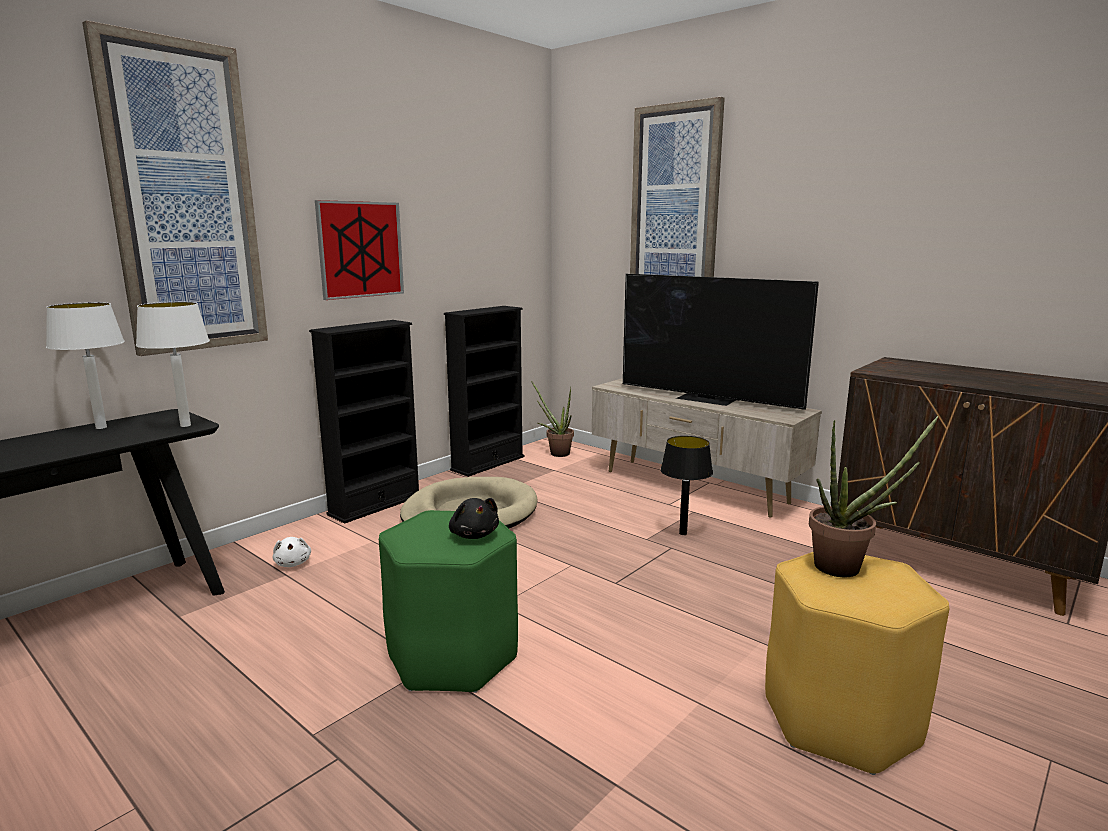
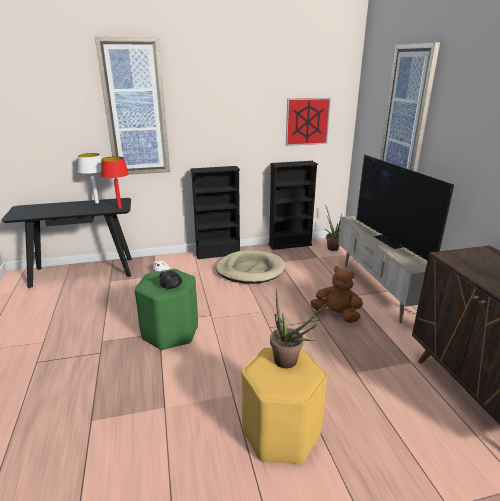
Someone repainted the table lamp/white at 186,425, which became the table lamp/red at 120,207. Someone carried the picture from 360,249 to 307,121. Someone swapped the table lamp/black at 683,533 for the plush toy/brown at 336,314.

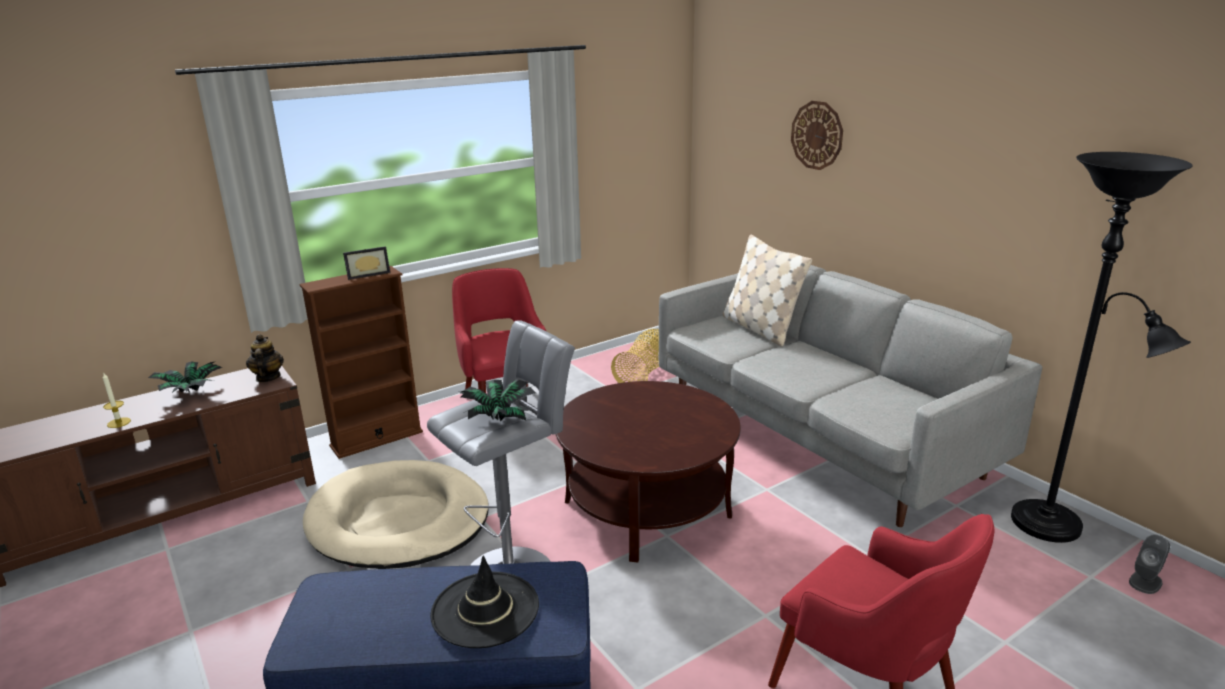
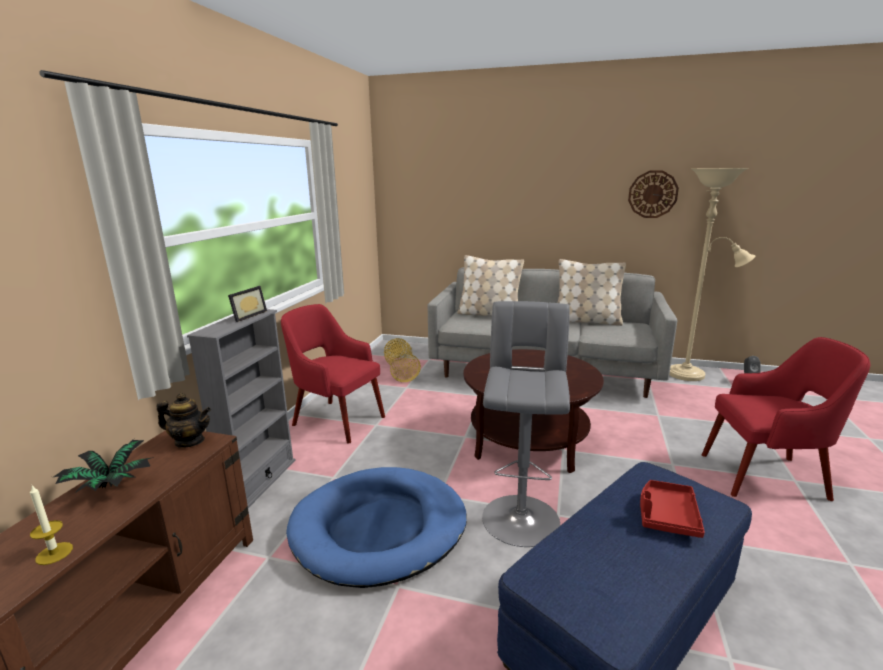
Someone rotated the teapot at 267,377 by 150 degrees clockwise. Someone repainted the bookcase/brown at 376,439, which became the bookcase/grey at 259,481. Someone repainted the dog bed/beige at 398,520, which became the dog bed/blue at 379,528. Someone swapped the hat/black at 485,609 for the tray/red at 667,516. Someone took away the potted plant at 499,418. Someone carried the wall clock from 817,135 to 652,194. Someone repainted the floor lamp/black at 1054,527, which became the floor lamp/beige at 691,374. Someone put down the pillow/beige at 587,321.

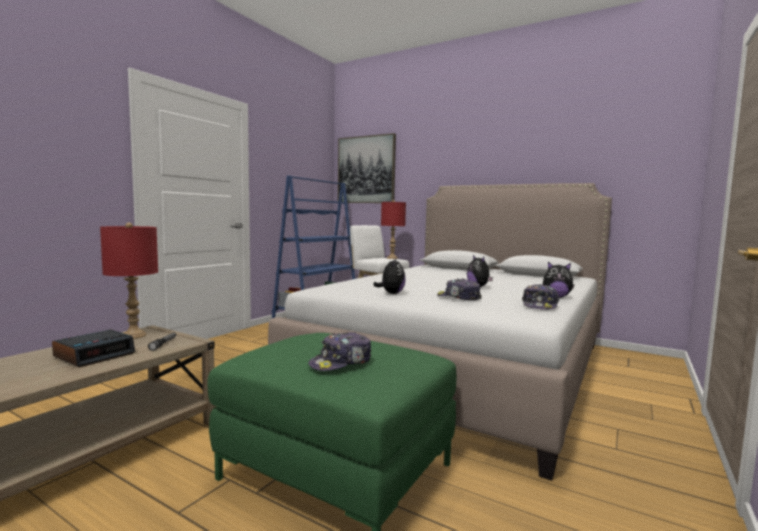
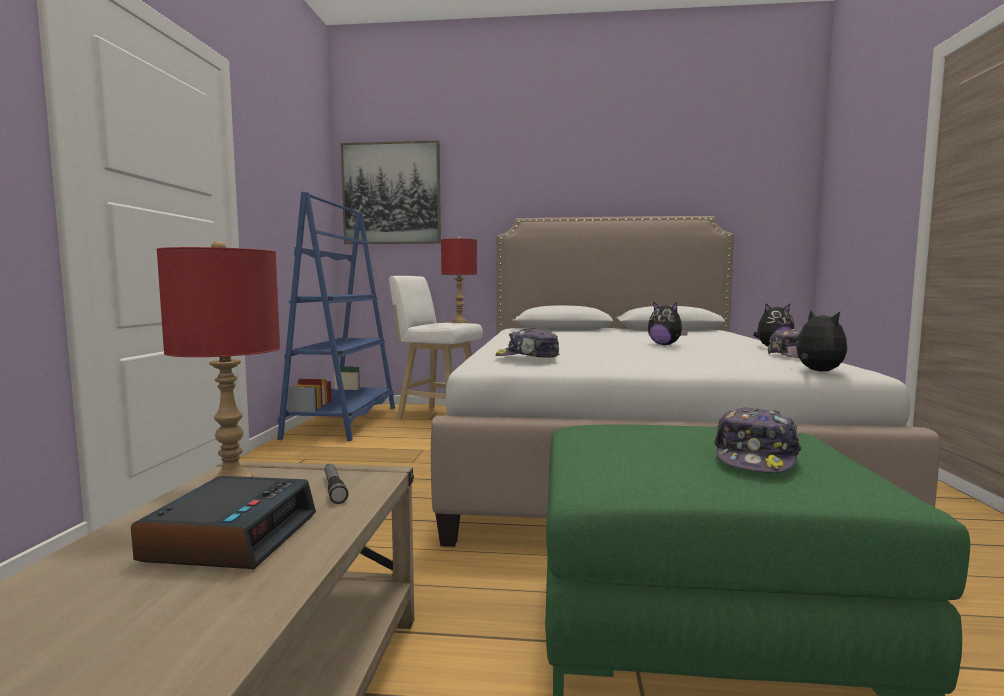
Someone carried the plush toy from 391,293 to 816,371. Someone carried the cap from 458,298 to 527,357.

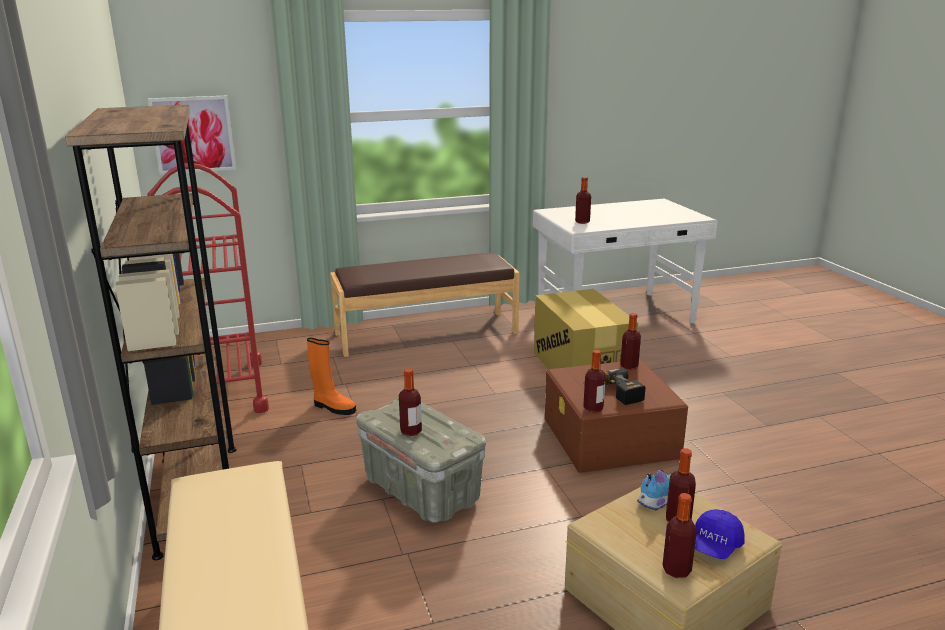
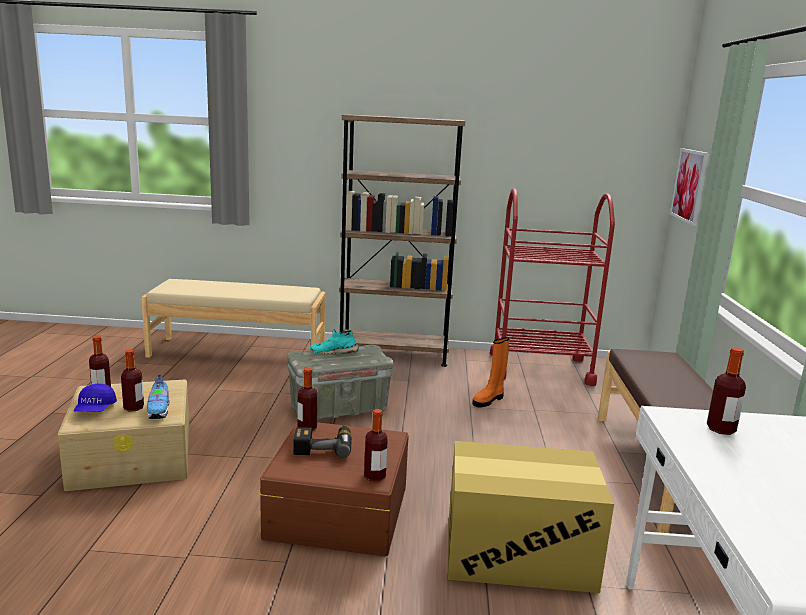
Someone swapped the bottle at 411,431 for the shoe/turquoise at 334,352. Someone rotated the cap/blue at 715,546 by 150 degrees counterclockwise.

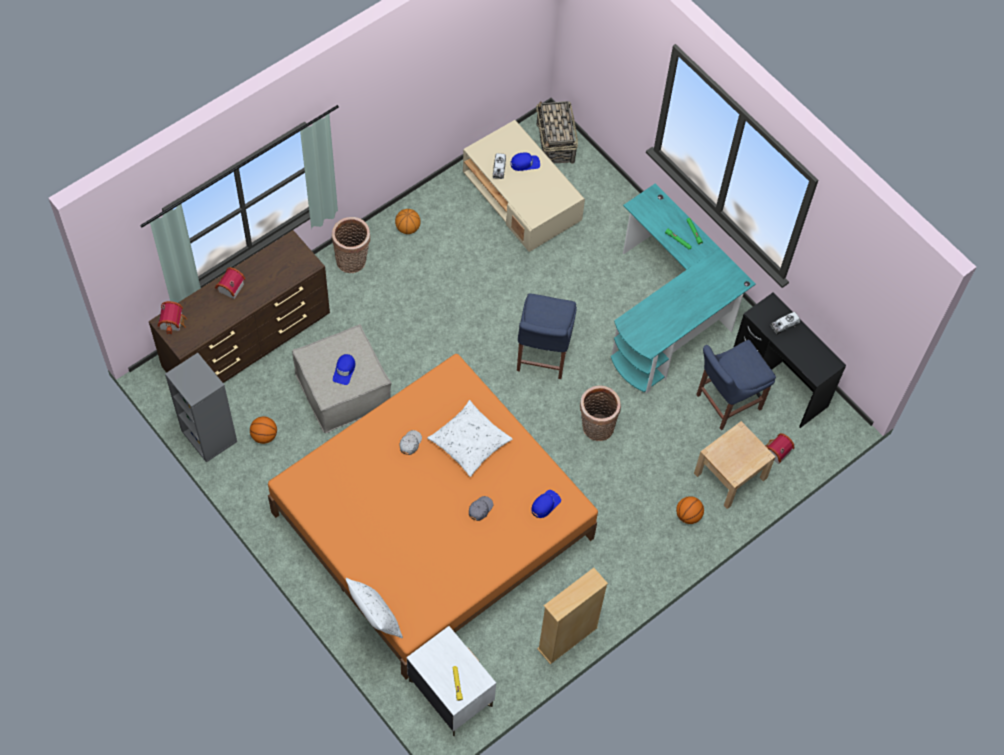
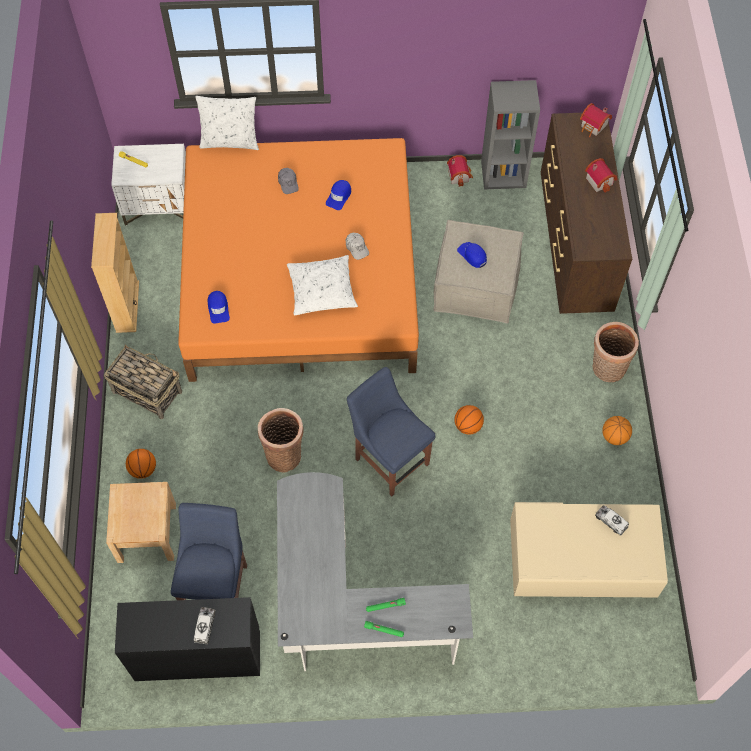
Someone carried the basketball from 264,436 to 468,426. Someone carried the cap/grey from 480,509 to 288,183. Someone carried the cap/blue from 525,163 to 339,196. Someone carried the basket from 555,144 to 146,391. Someone repainted the desk/turquoise at 670,315, which became the desk/grey at 346,606. Someone carried the toy house from 775,452 to 459,175.

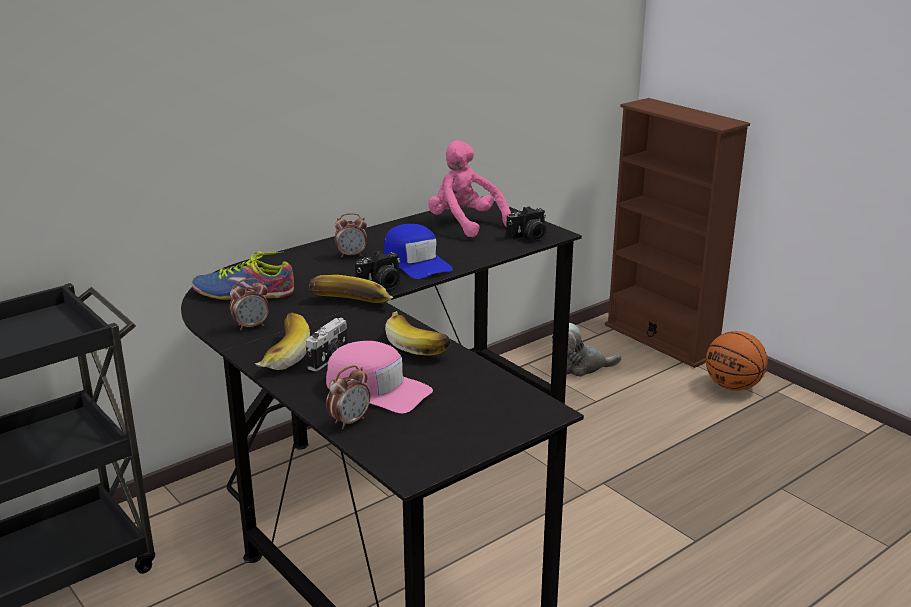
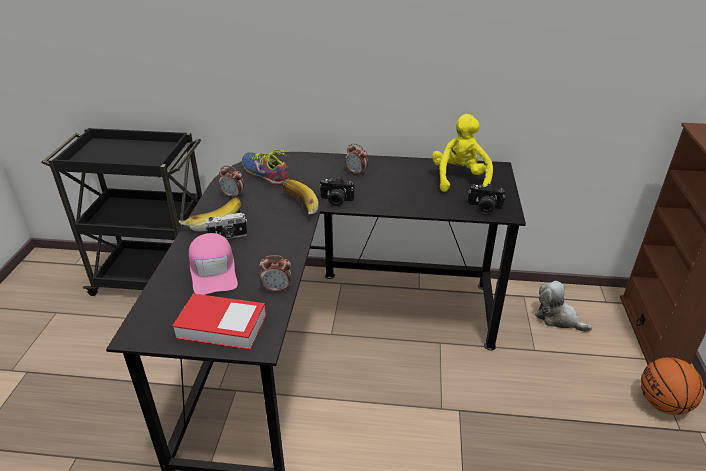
Someone carried the alarm clock from 349,421 to 277,289. Someone took away the cap/blue at 416,262. Someone took away the banana at 419,344. Someone repainted the plush toy/pink at 465,224, which became the plush toy/yellow at 459,179. Someone put down the book at 222,326.

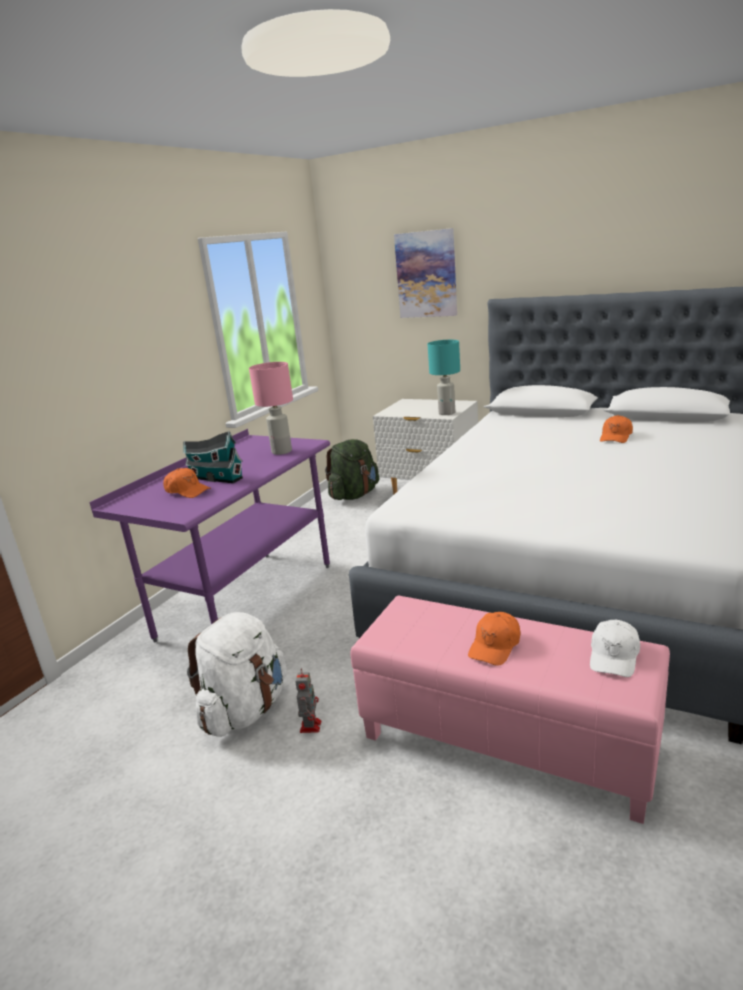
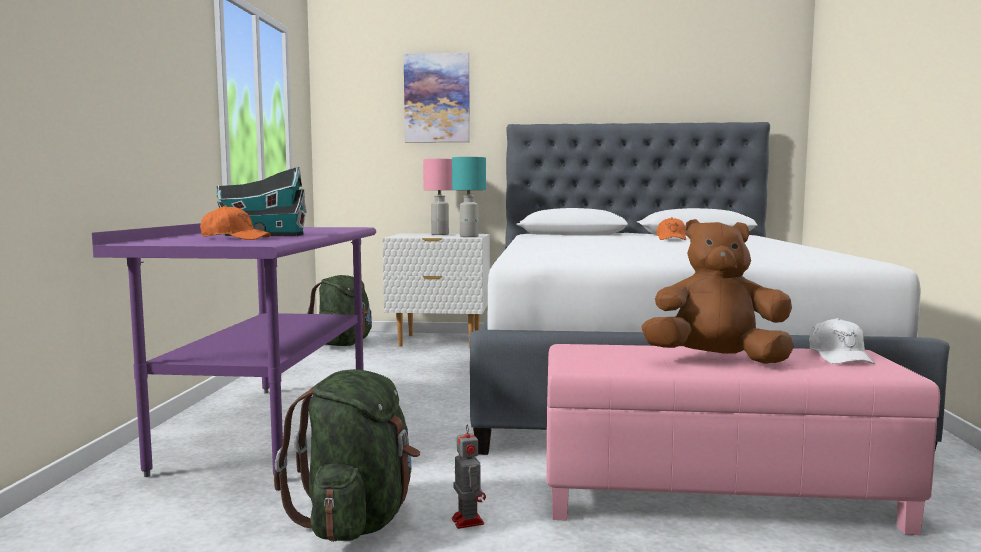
Someone repainted the backpack/white at 246,710, which became the backpack/green at 357,520. Someone carried the table lamp/pink from 282,452 to 440,234. Someone swapped the cap/orange at 495,646 for the plush toy/brown at 716,360.

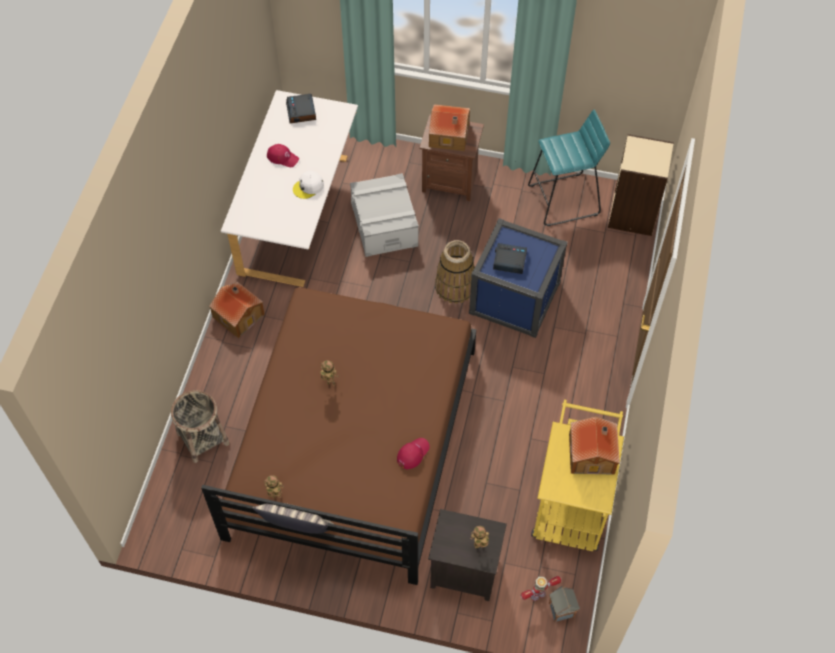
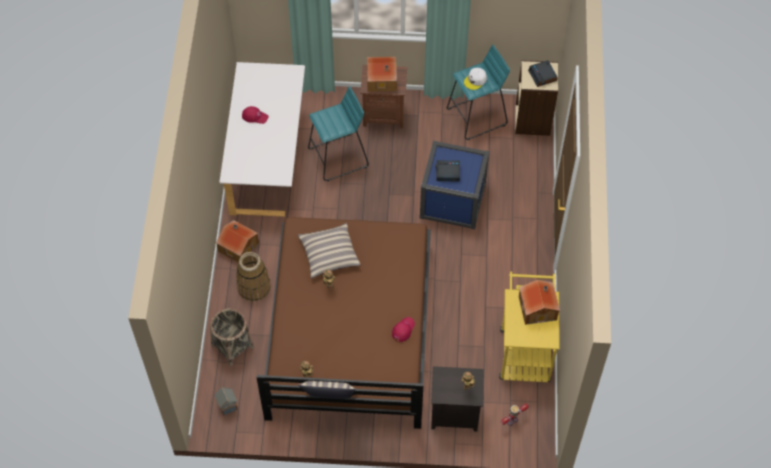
Someone carried the alarm clock from 301,112 to 543,76. Someone carried the cap/white from 308,187 to 475,80. Someone swapped the storage box/grey at 384,225 for the stool/turquoise at 339,157. Someone carried the basket from 455,287 to 254,287. Someone carried the toy house from 562,610 to 228,406. Someone put down the pillow at 329,254.

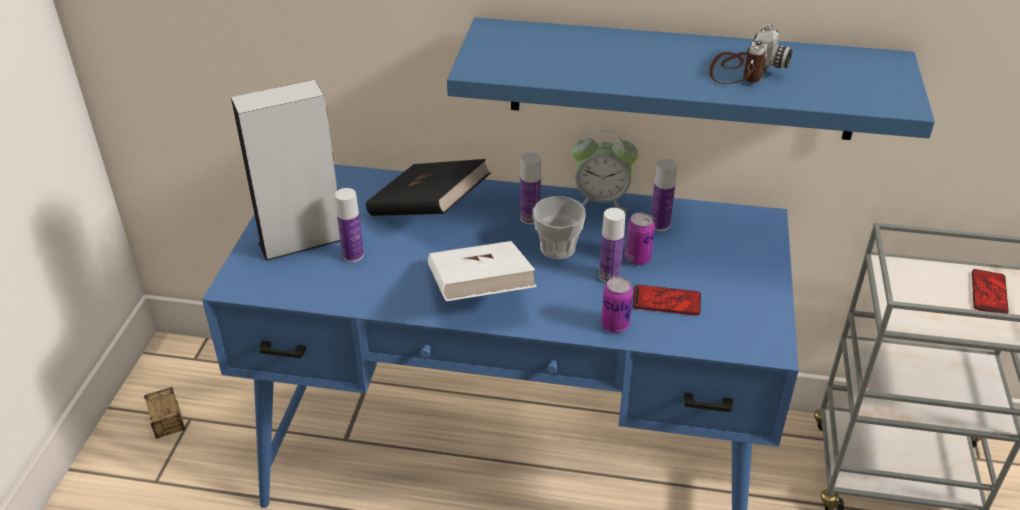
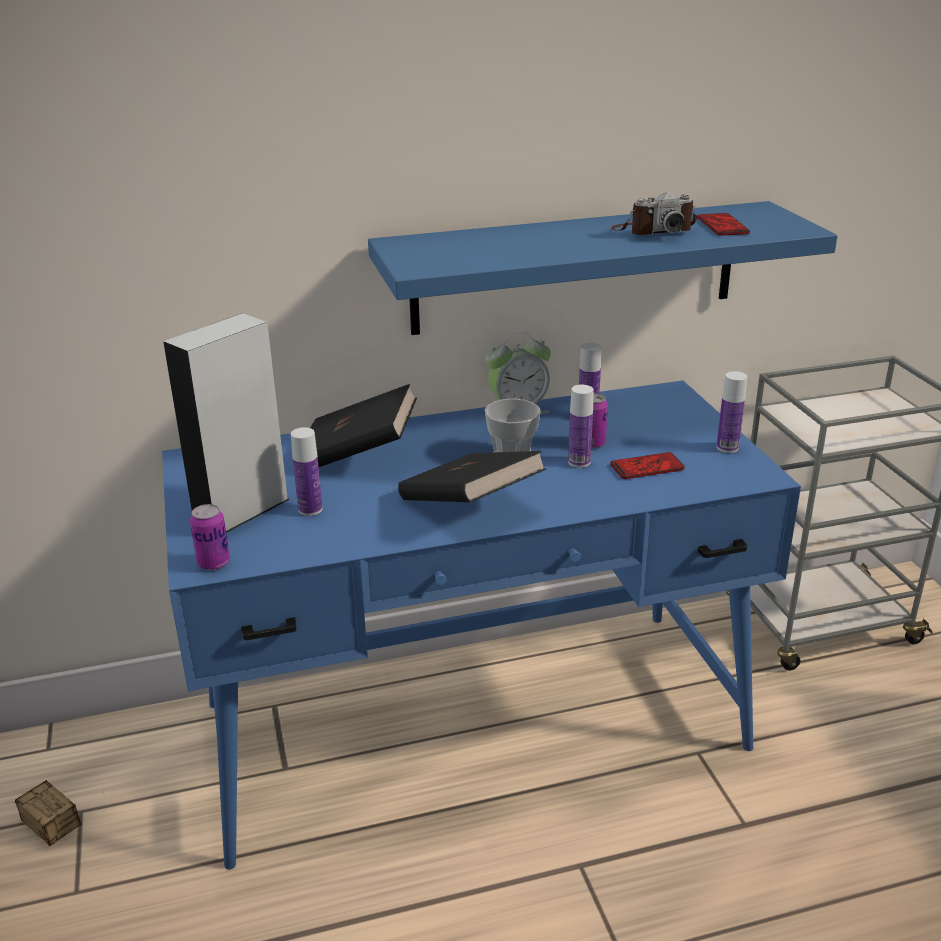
Someone repainted the book/white at 479,293, which became the book/black at 470,505. Someone carried the bottle from 530,218 to 727,447. Someone carried the can from 615,325 to 213,563. Someone rotated the photo camera at 743,69 by 75 degrees clockwise. Someone carried the phone from 989,293 to 722,226.

